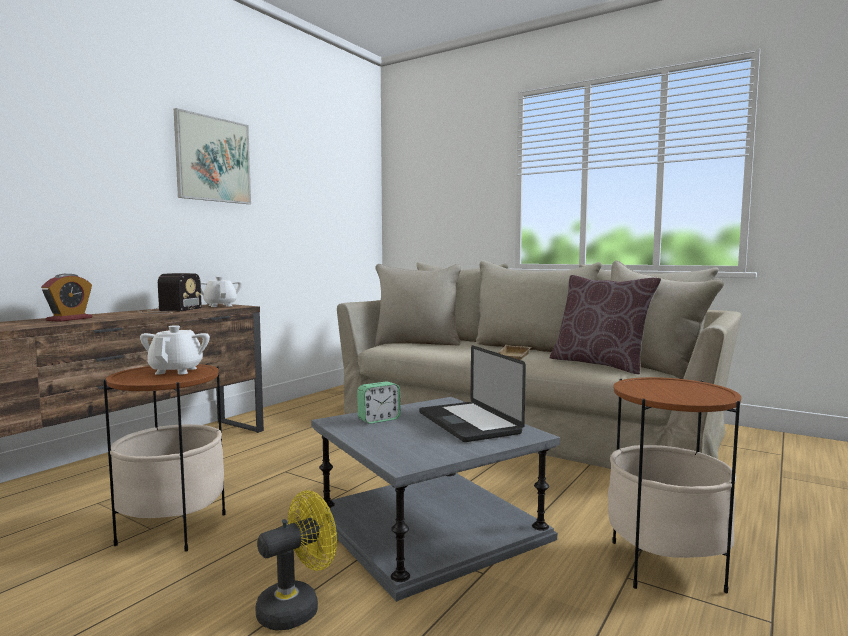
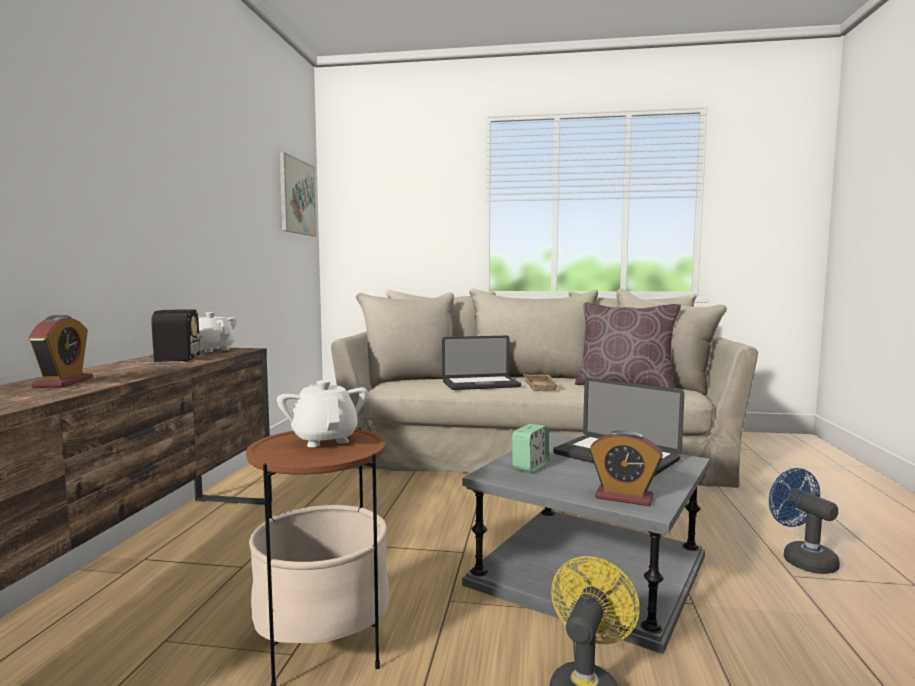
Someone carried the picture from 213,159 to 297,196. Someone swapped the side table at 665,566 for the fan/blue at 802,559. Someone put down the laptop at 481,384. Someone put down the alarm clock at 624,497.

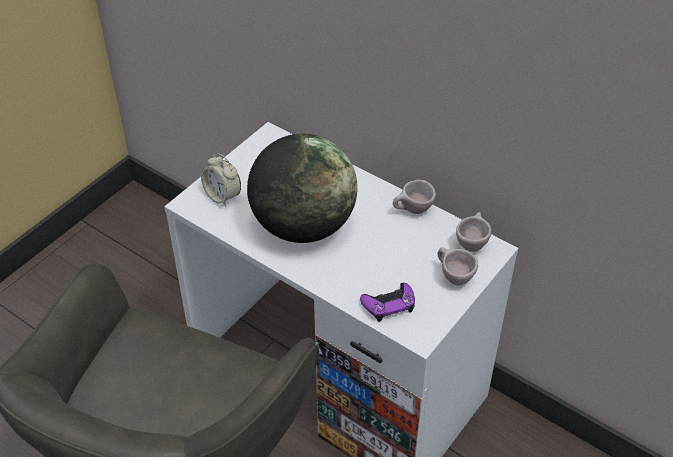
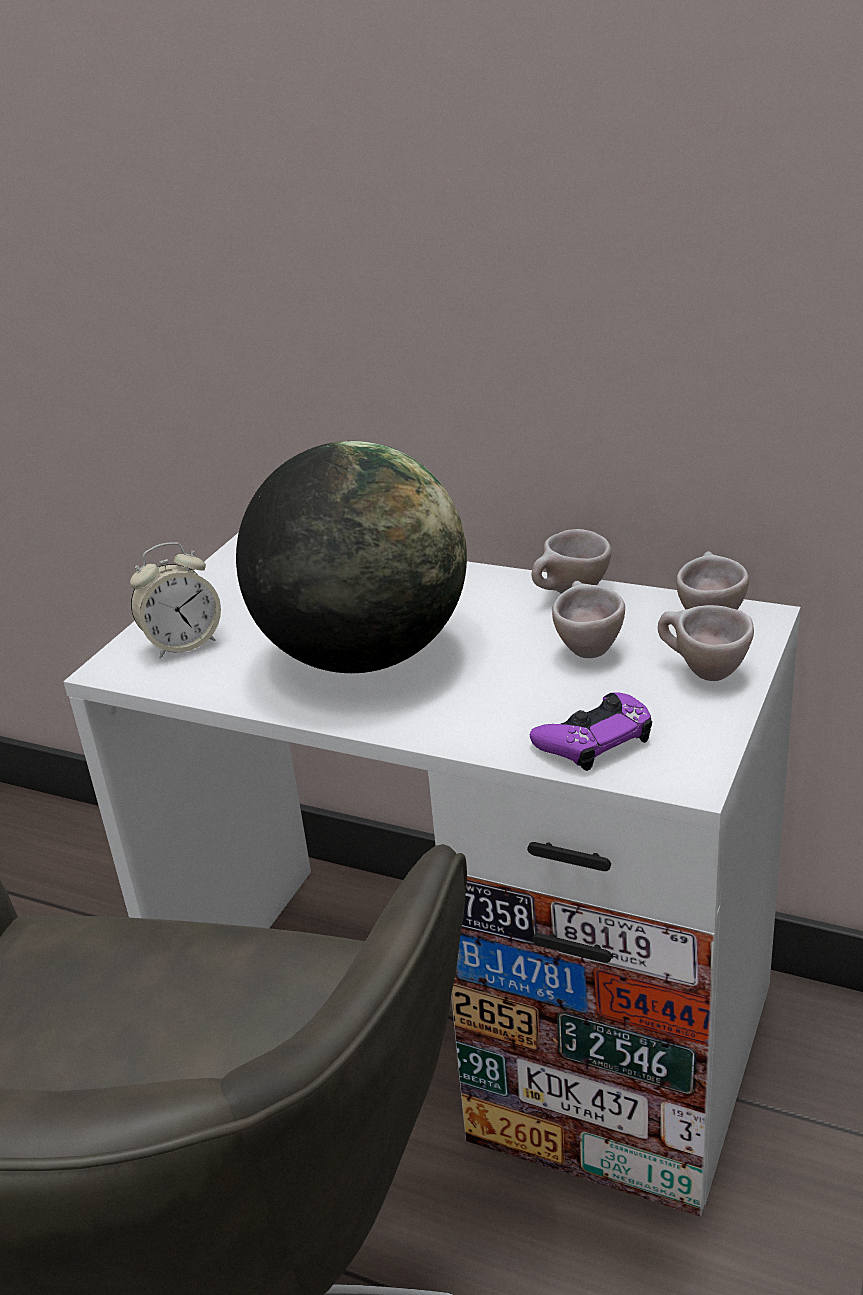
Someone rotated the alarm clock at 222,196 by 60 degrees counterclockwise. Someone put down the cup/beige at 585,647.

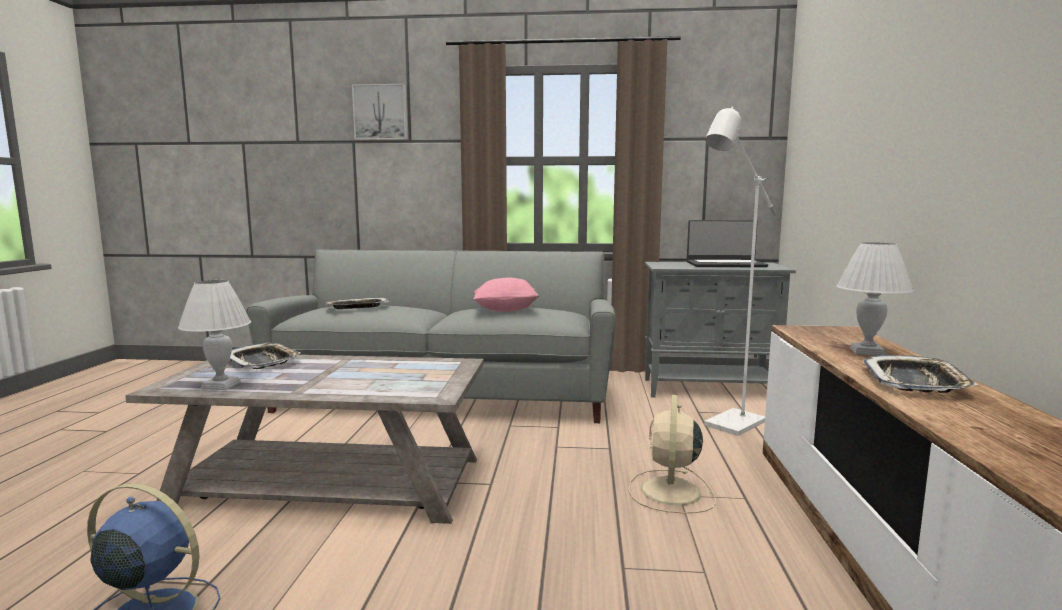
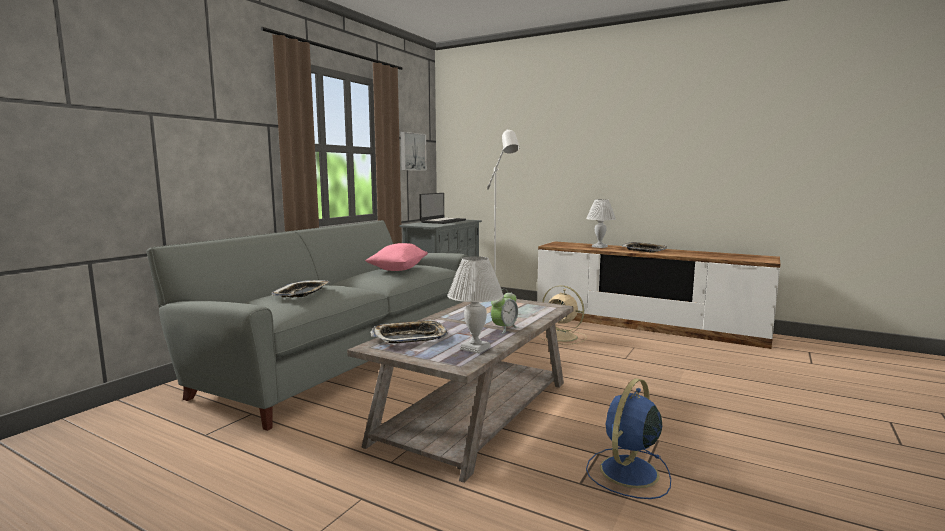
Someone carried the picture from 381,112 to 412,151. Someone put down the alarm clock at 504,328.

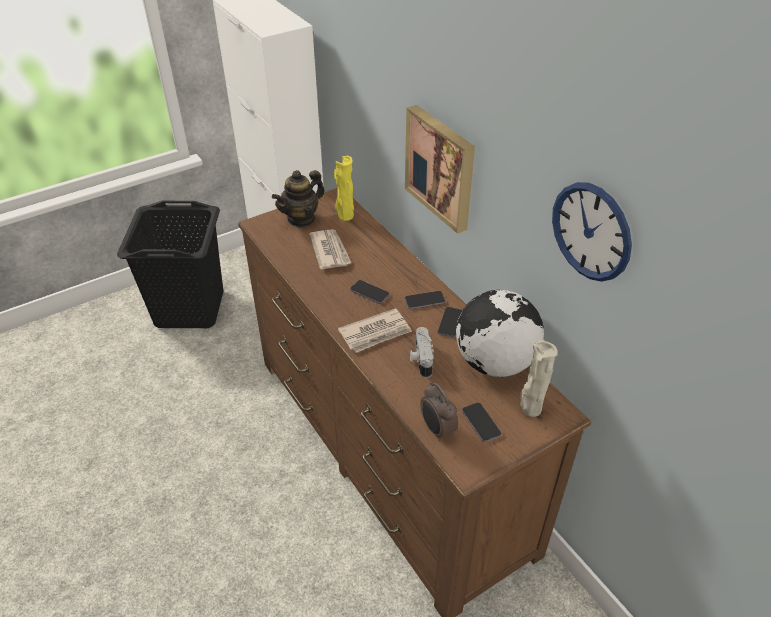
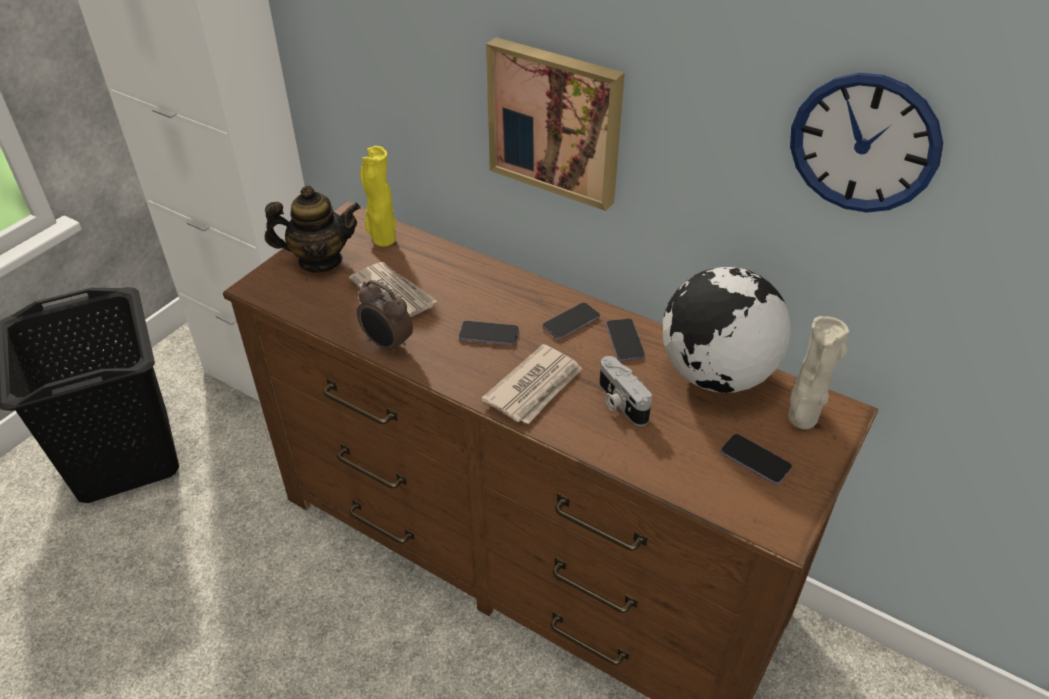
Someone rotated the teapot at 301,219 by 120 degrees counterclockwise. Someone carried the alarm clock from 436,430 to 387,345.

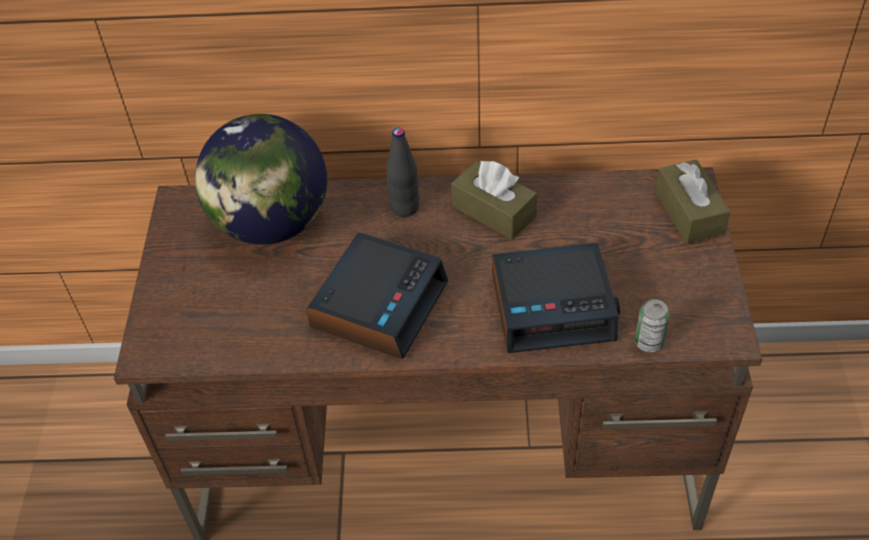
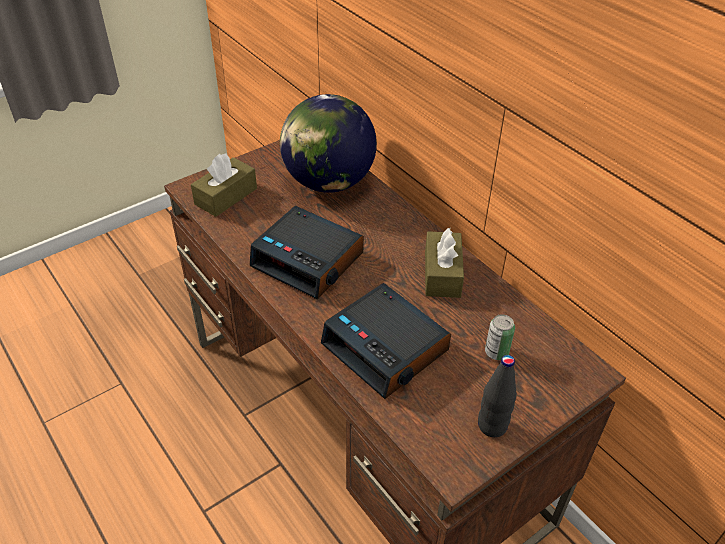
Someone rotated the alarm clock at 379,303 by 45 degrees clockwise. Someone carried the bottle/black from 405,207 to 492,426. Someone carried the can from 648,342 to 496,352. Someone carried the tissue box/brown from 689,213 to 226,196.

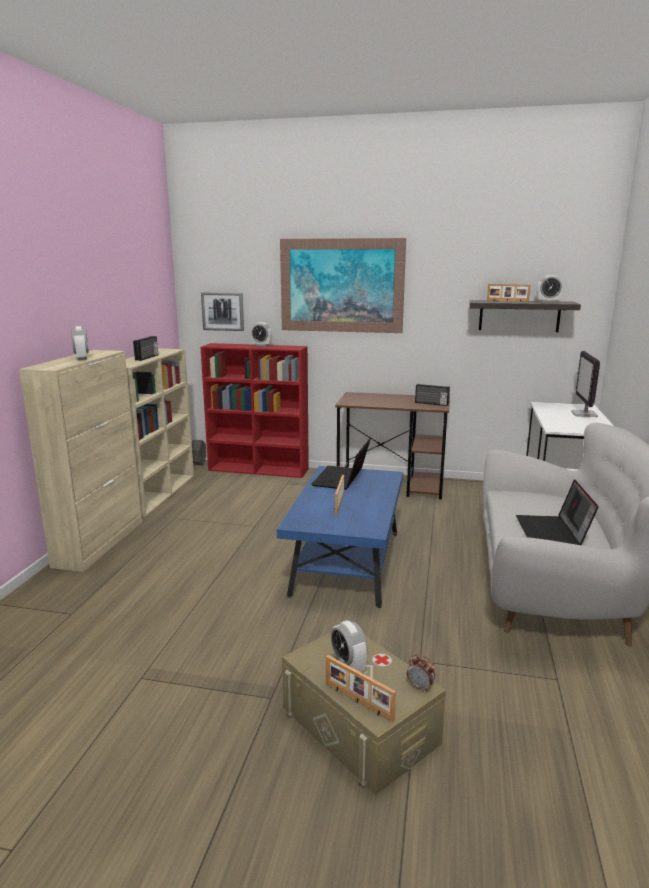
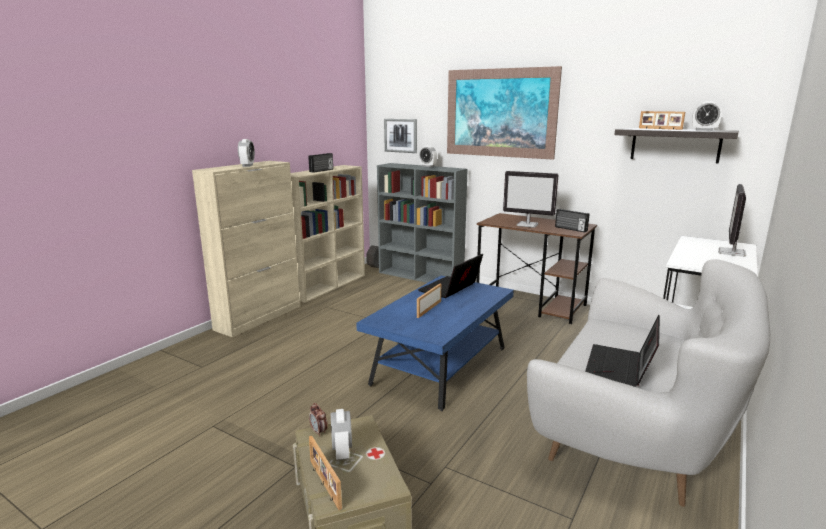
Someone repainted the bookcase/red at 259,469, which became the bookcase/grey at 421,277. Someone carried the alarm clock from 420,687 to 319,432. Someone put down the monitor at 528,225.

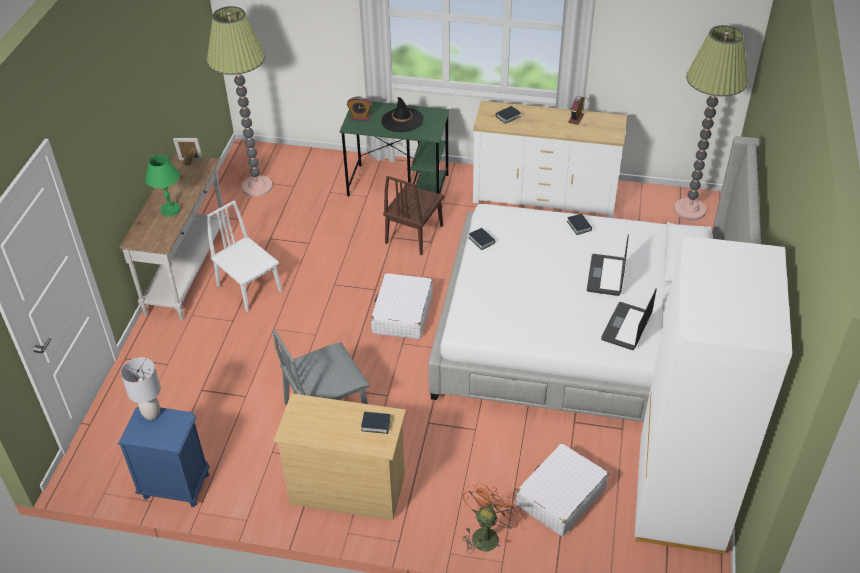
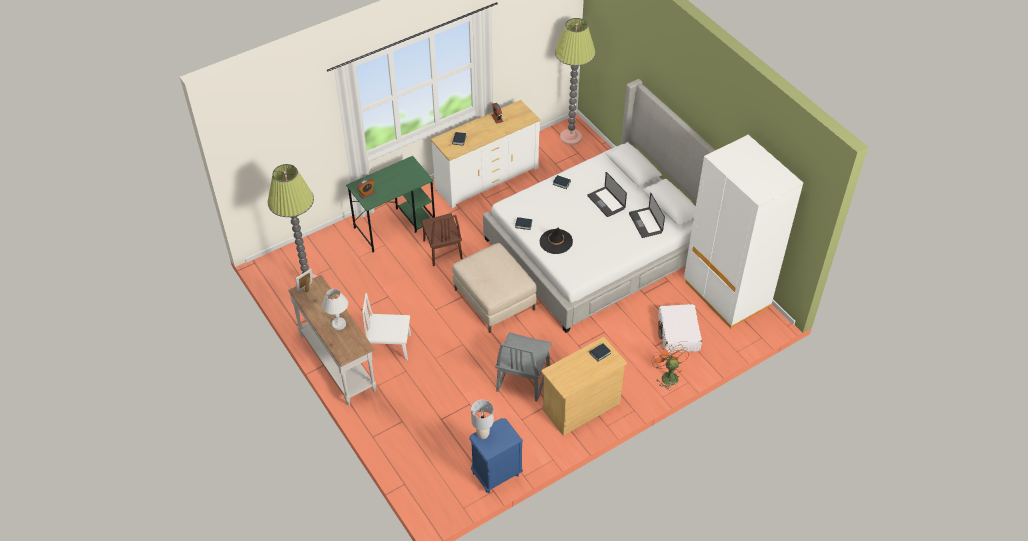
Someone repainted the table lamp/green at 170,210, which became the table lamp/white at 339,324. Someone swapped the suitcase/white at 402,314 for the ottoman/beige at 494,299. Someone carried the hat/black from 402,120 to 556,241.

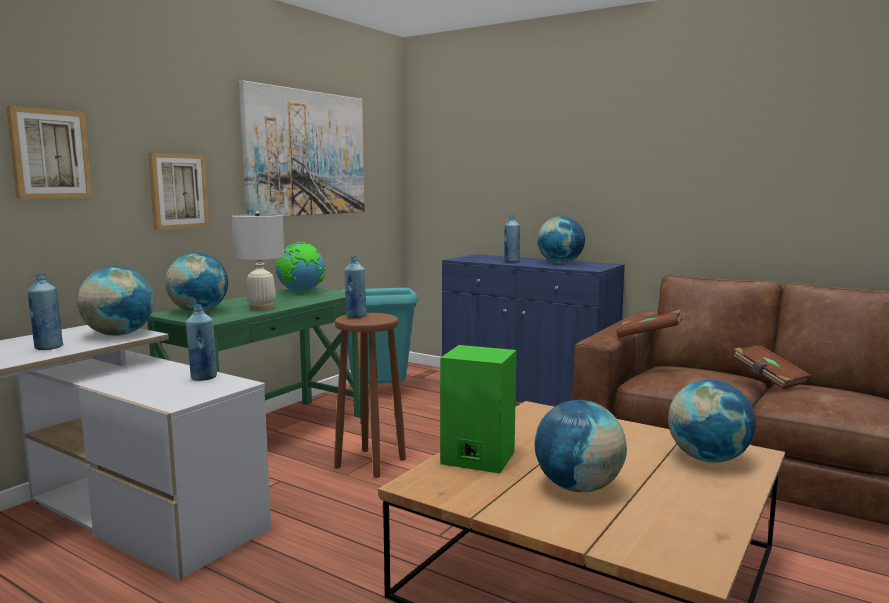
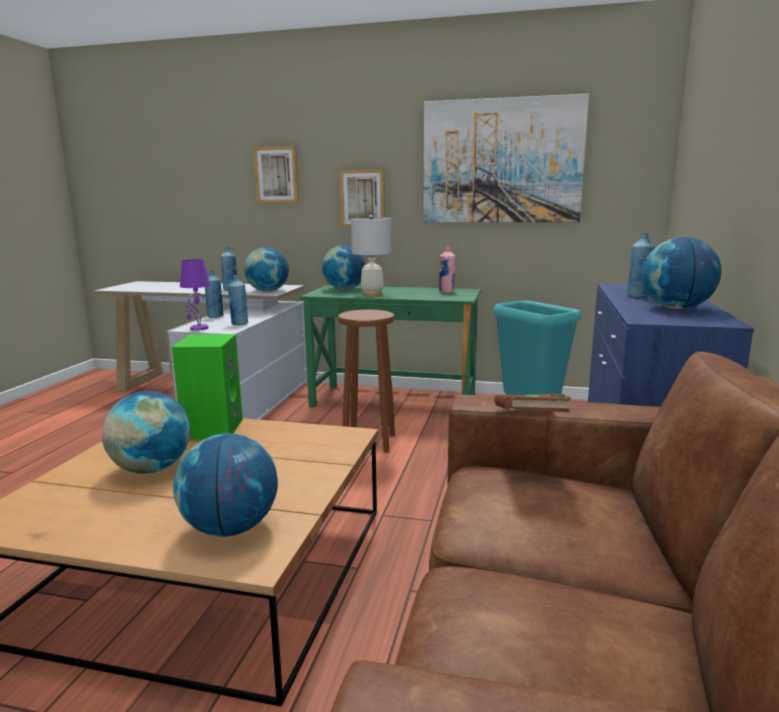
Someone swapped the globe at 301,292 for the bottle/pink at 446,292. Someone carried the bottle/blue from 356,316 to 215,316. Someone took away the book/brown at 769,379. Someone put down the table lamp/purple at 198,328.

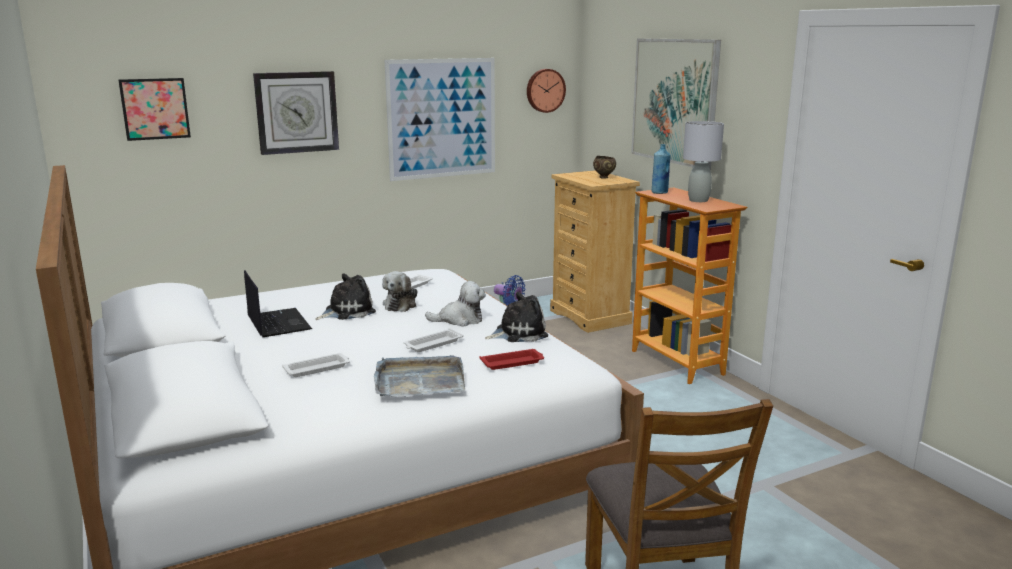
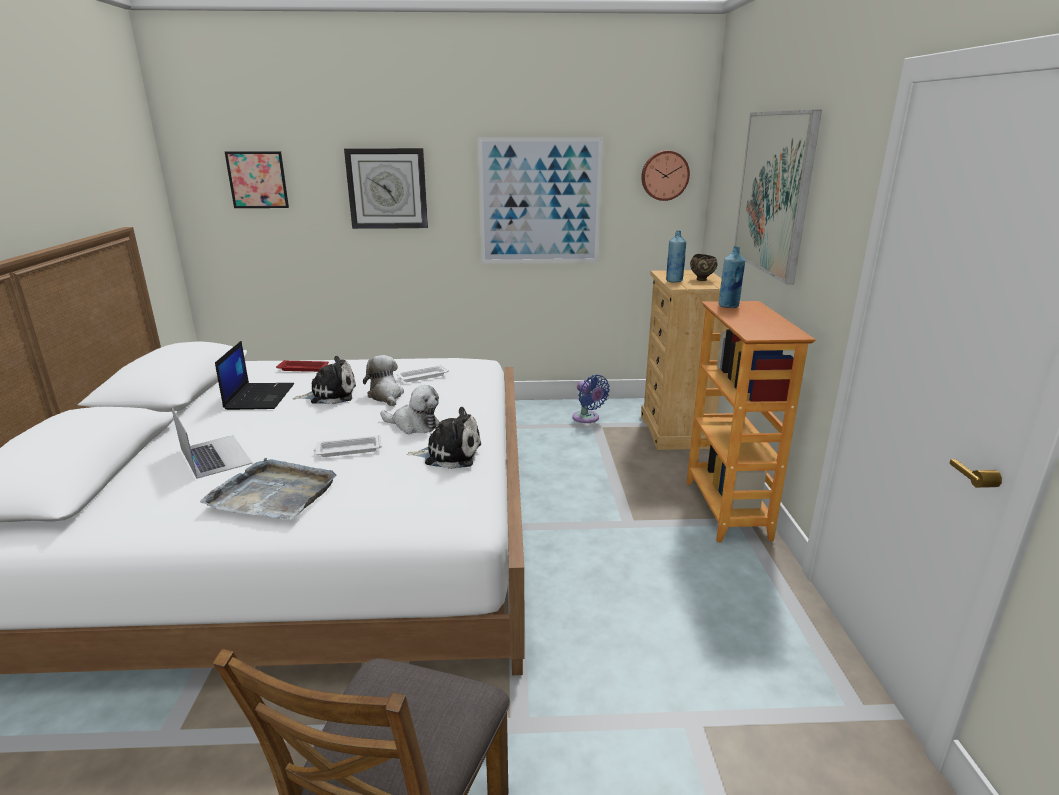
Someone swapped the tray/white at 318,368 for the laptop at 215,456. Someone rotated the plush toy at 401,304 by 120 degrees clockwise. Someone carried the tray/red from 513,363 to 304,368. Someone took away the table lamp/grey at 699,200. Someone put down the bottle/blue at 674,281.

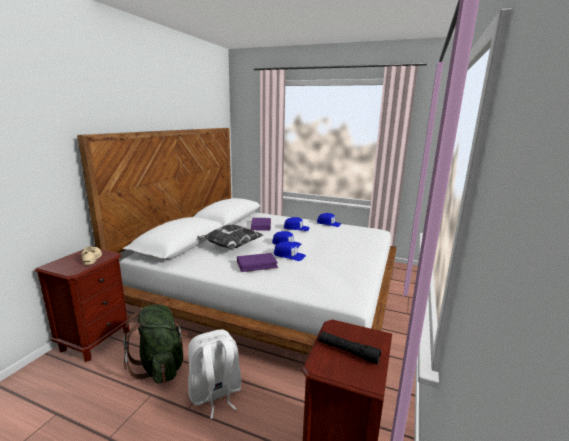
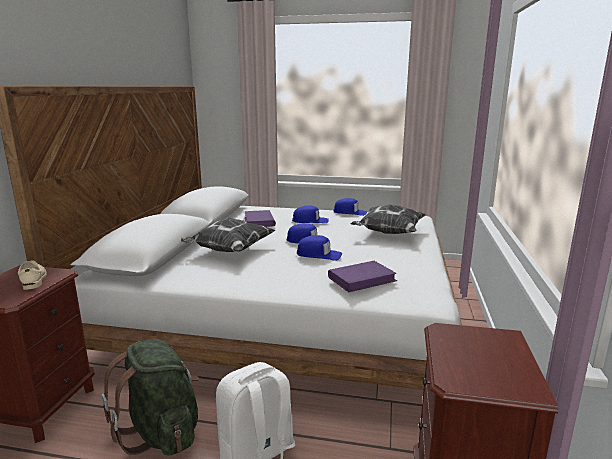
Someone carried the book/purple from 257,264 to 362,279. Someone took away the flashlight/black at 347,351. Someone put down the pillow at 388,233.

